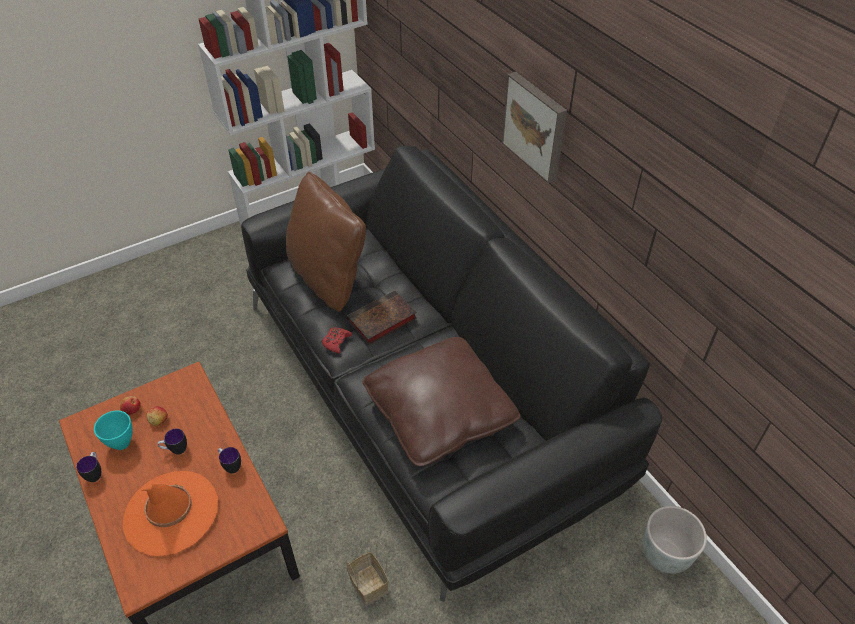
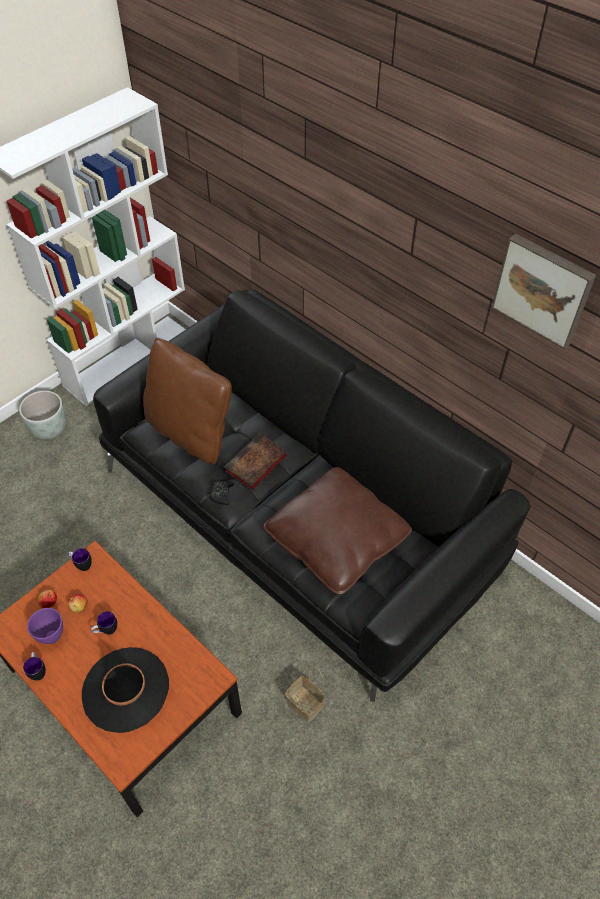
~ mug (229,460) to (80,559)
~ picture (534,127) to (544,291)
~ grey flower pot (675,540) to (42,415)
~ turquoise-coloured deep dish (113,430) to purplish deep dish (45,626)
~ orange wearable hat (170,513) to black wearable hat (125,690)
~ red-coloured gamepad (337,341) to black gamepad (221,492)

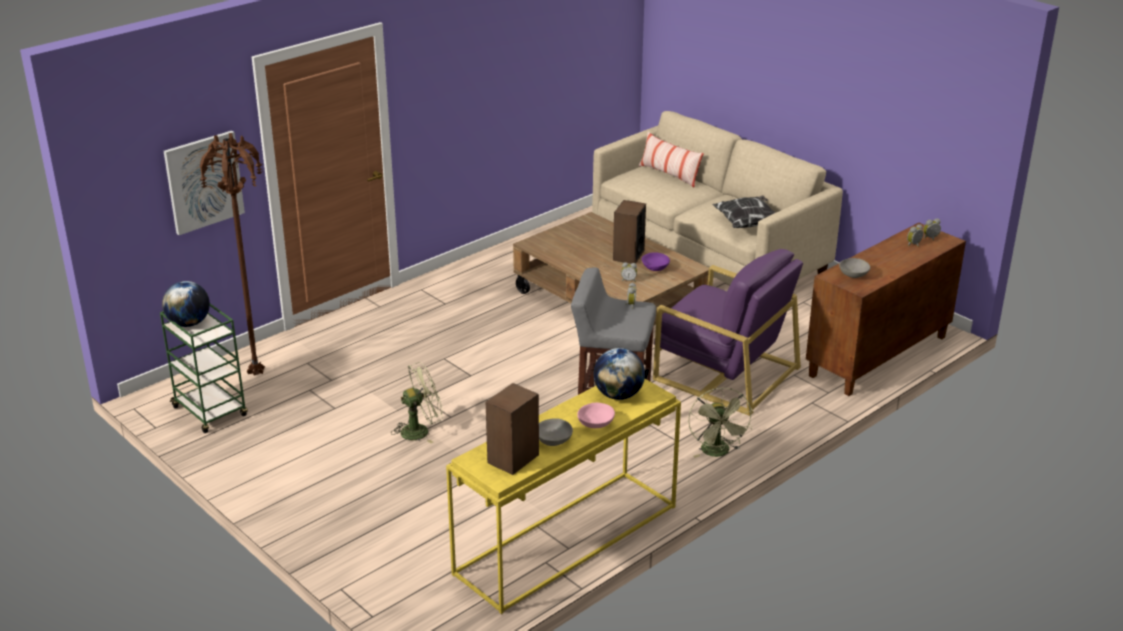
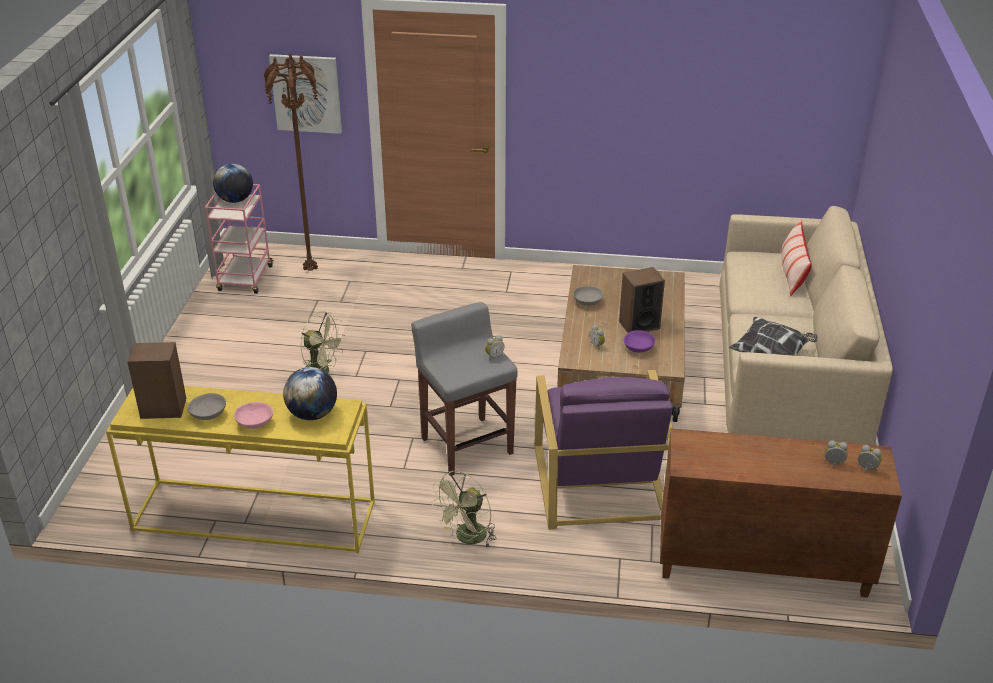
~ grey deep dish (854,268) to (588,296)
~ green wheeled cart (204,368) to pinkish wheeled cart (239,239)

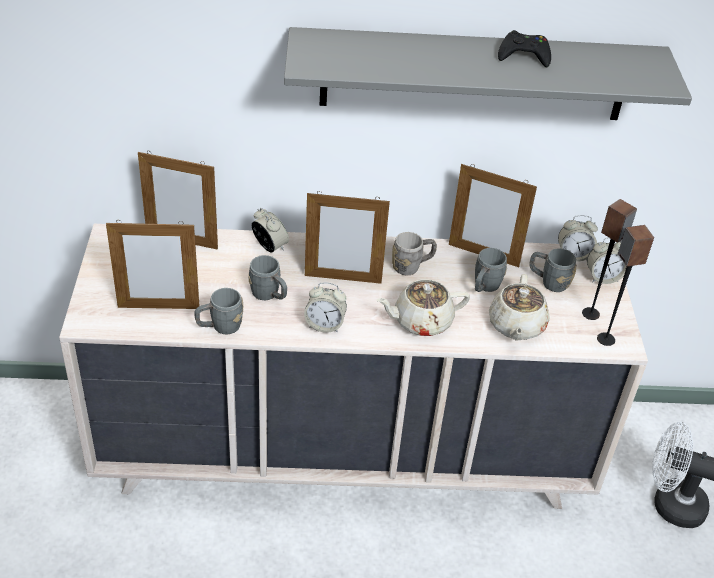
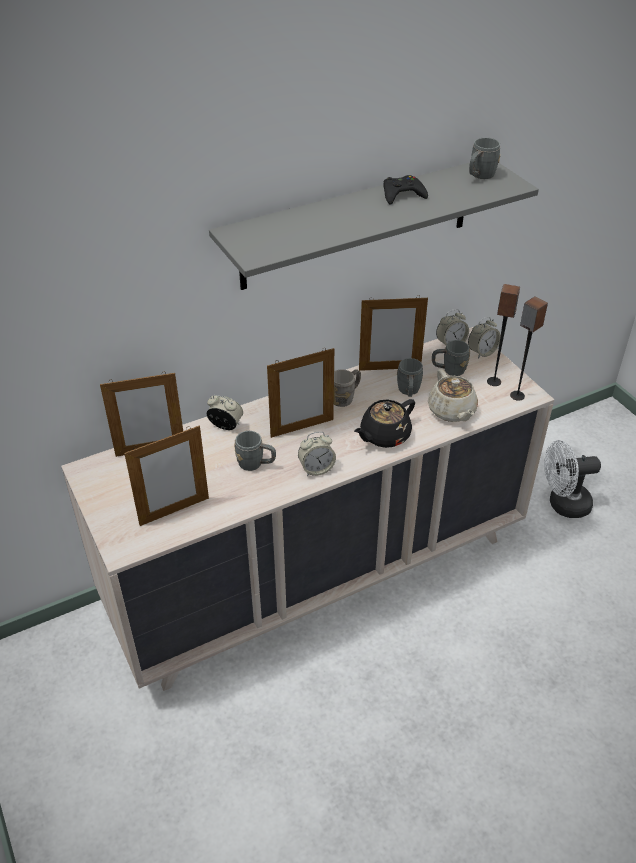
~ grey mug (218,311) to (485,158)
~ beige-coloured tea pot (423,307) to black tea pot (384,423)

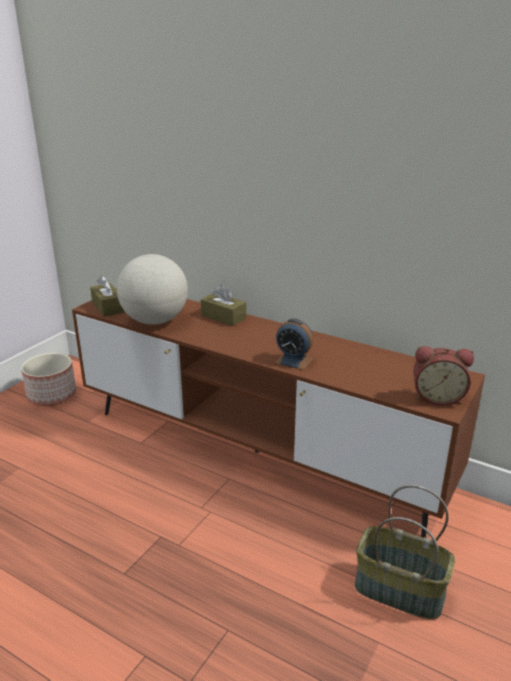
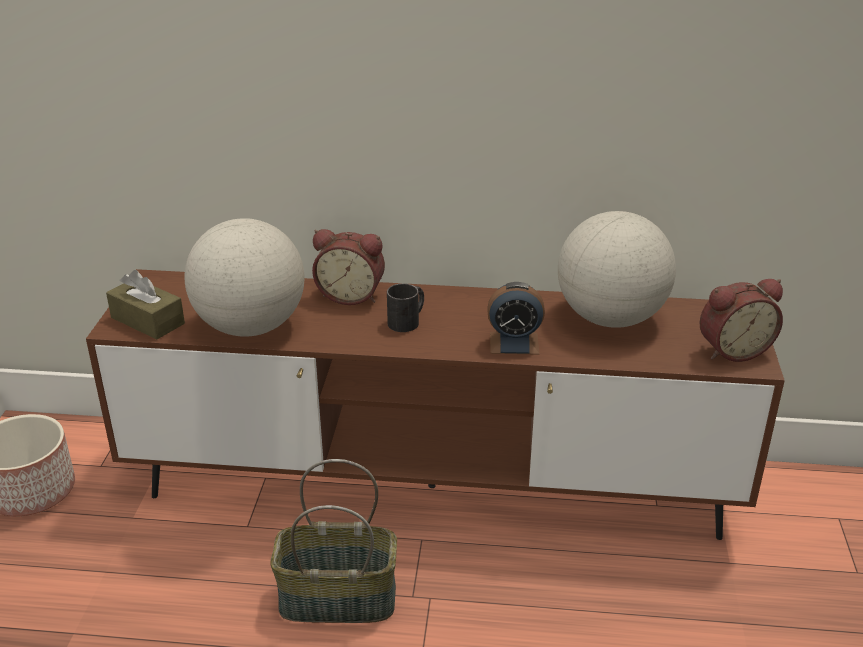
+ black mug (405,307)
+ desk globe (617,269)
~ household basket (405,552) to (333,541)
~ brown-coloured tissue holder (223,305) to bedside clock (348,267)

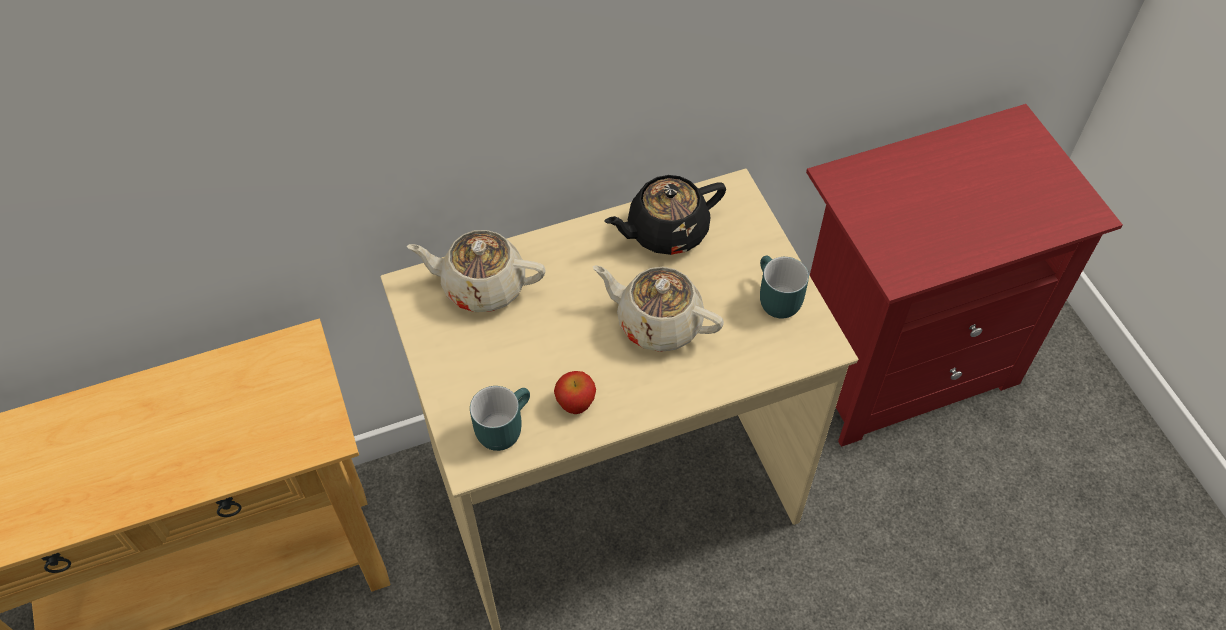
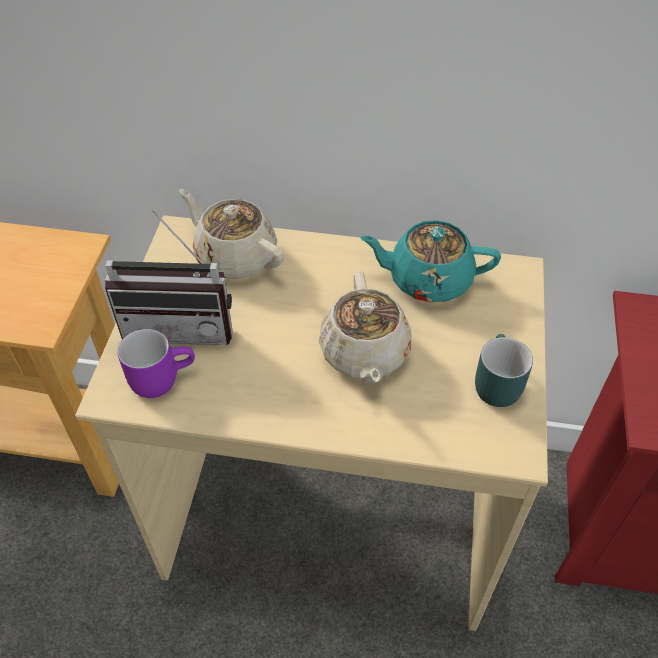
- apple (575,392)
+ radio set (169,277)
~ turquoise-coloured mug (500,418) to purplish mug (156,363)
~ black tea pot (665,215) to turquoise-coloured tea pot (430,261)
~ beige-coloured tea pot (658,308) = (365,327) 150 degrees counterclockwise

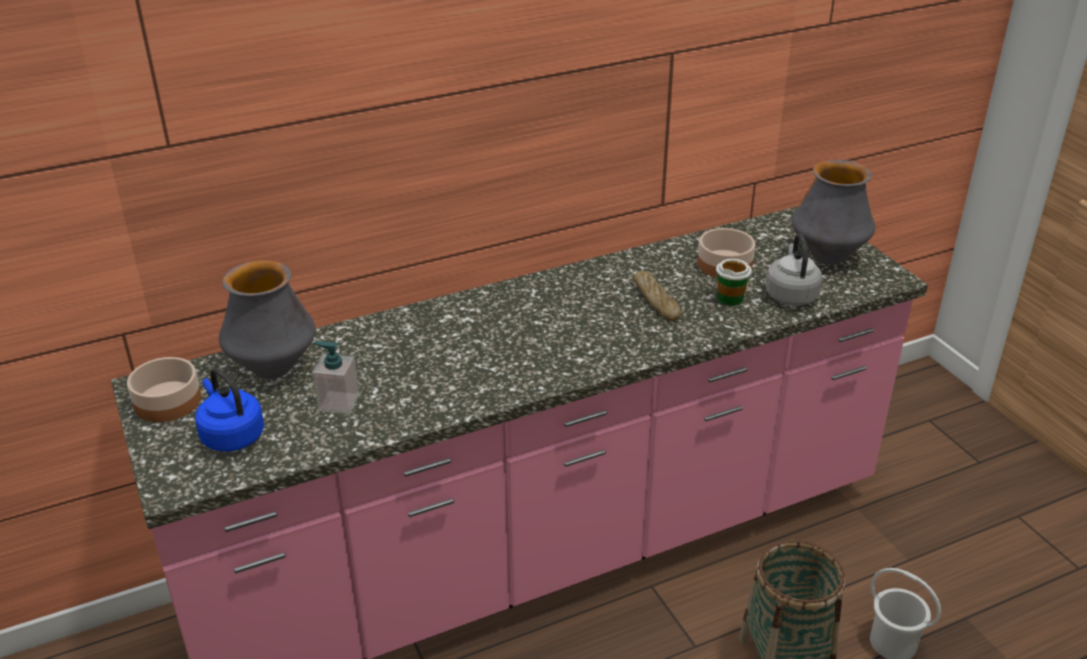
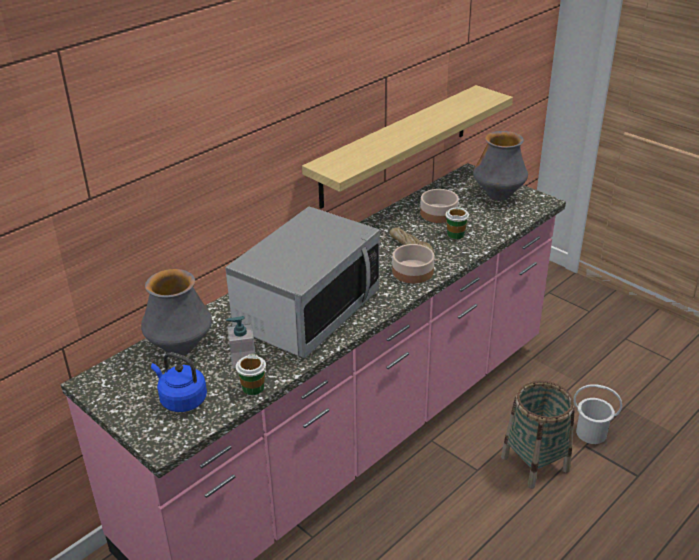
- grey tea kettle (794,270)
+ microwave (302,282)
+ small cup (251,374)
+ shelf (407,147)
~ deep dish (164,389) to (413,264)

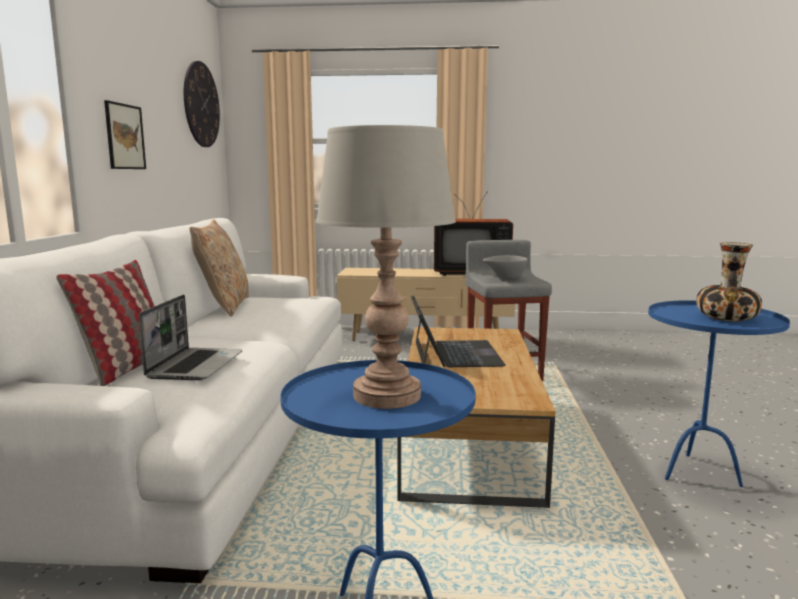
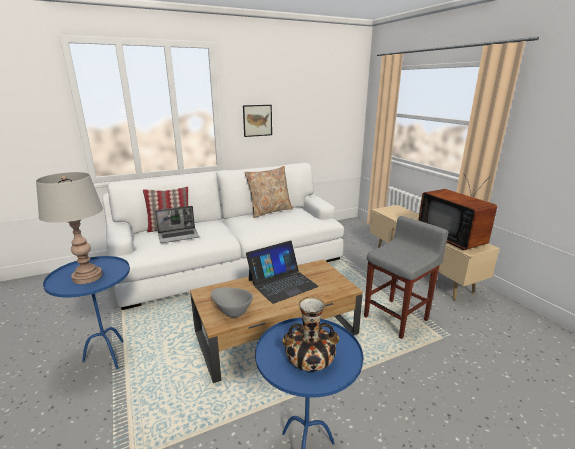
- hanging clock (202,104)
~ grey deep dish (505,267) to (232,302)

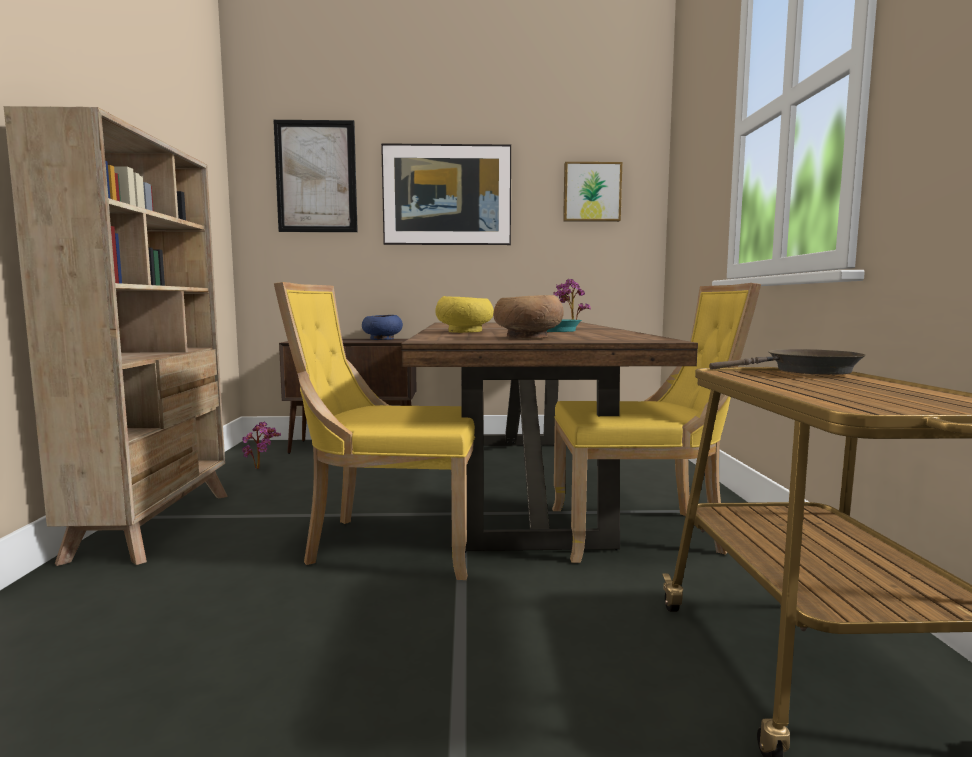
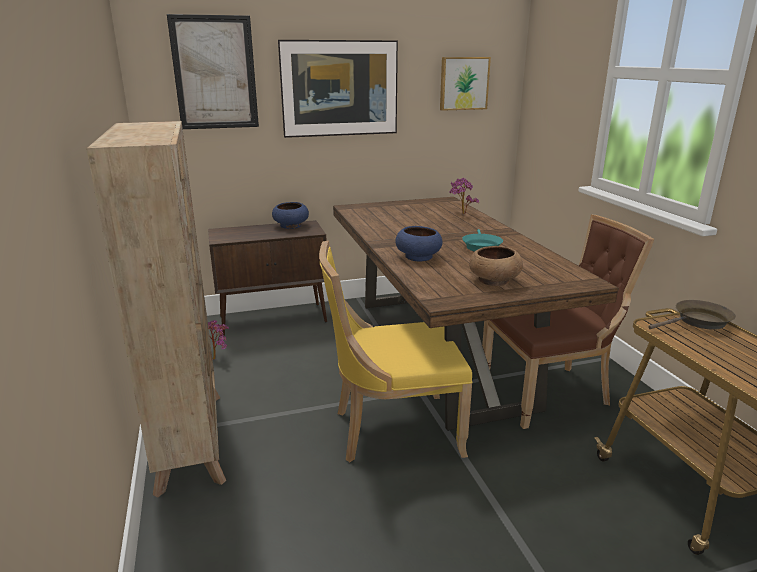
~ yellowish deep dish (464,314) to bluish deep dish (419,244)
~ yellowish plain chair (656,423) to brown-coloured plain chair (568,322)

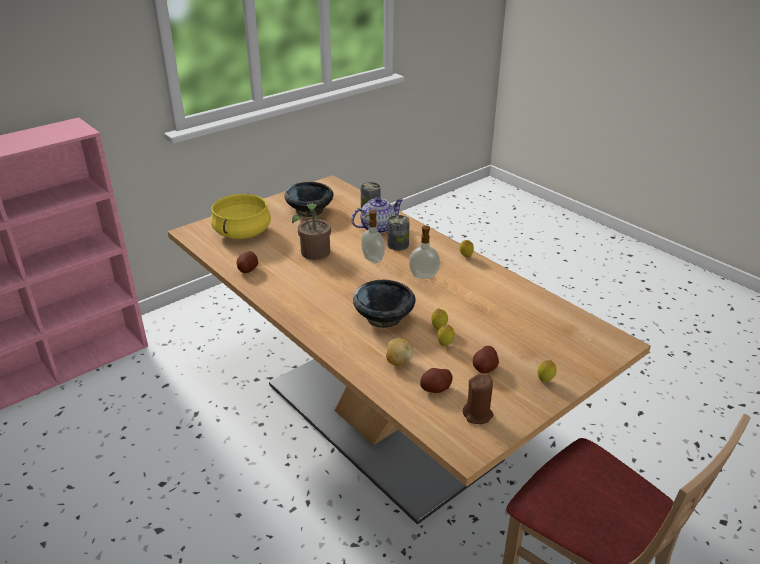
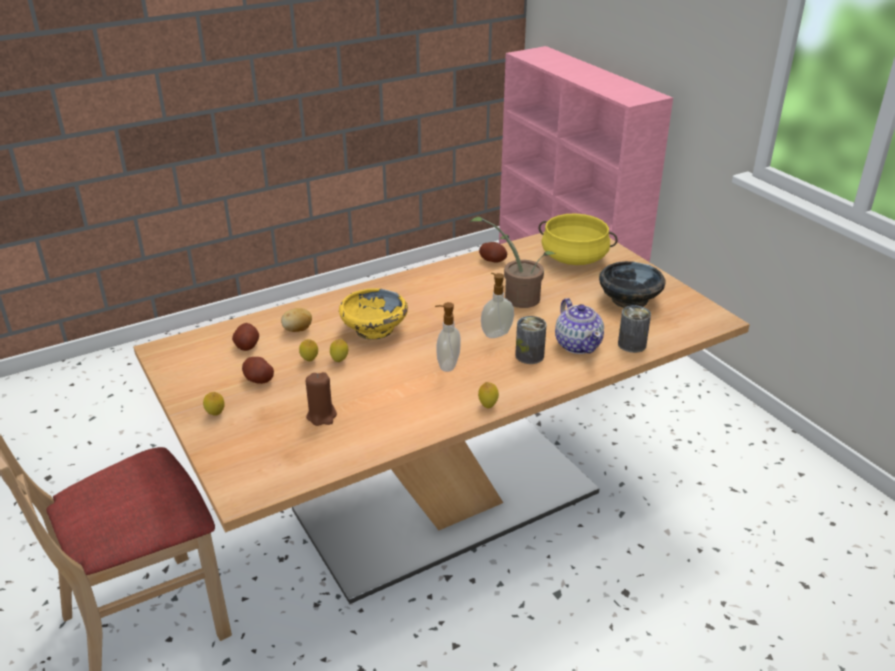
~ brown-coloured wax candle (478,399) to (321,399)
~ black deep dish (384,304) to yellowish deep dish (373,313)

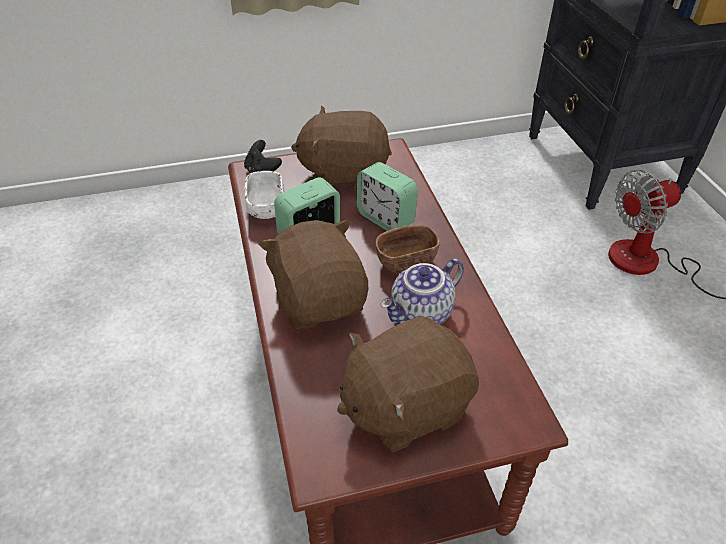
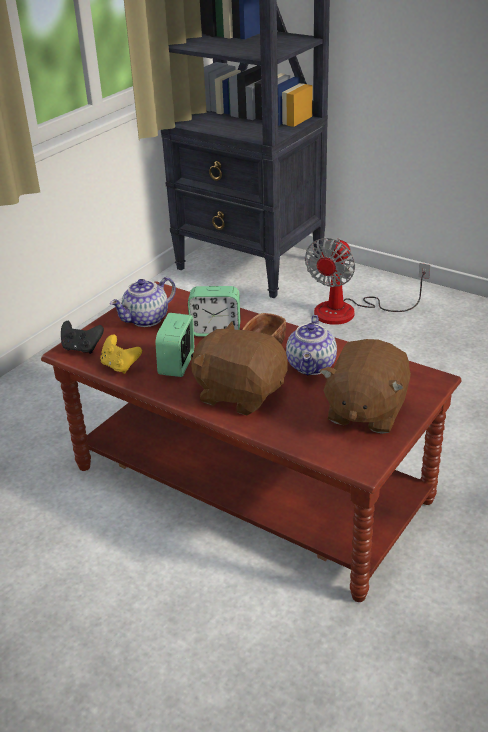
~ white deep dish (264,195) to yellowish gamepad (121,354)
~ brown-coloured soft toy (341,148) to tea pot (143,302)

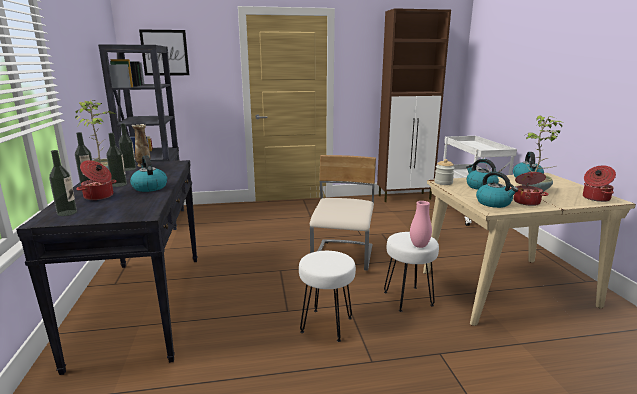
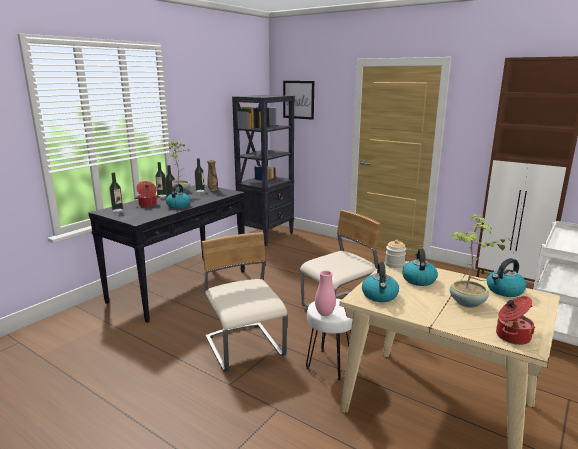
- saucepot (529,189)
~ white sitting stool (327,296) to beige-coloured plain chair (244,302)

